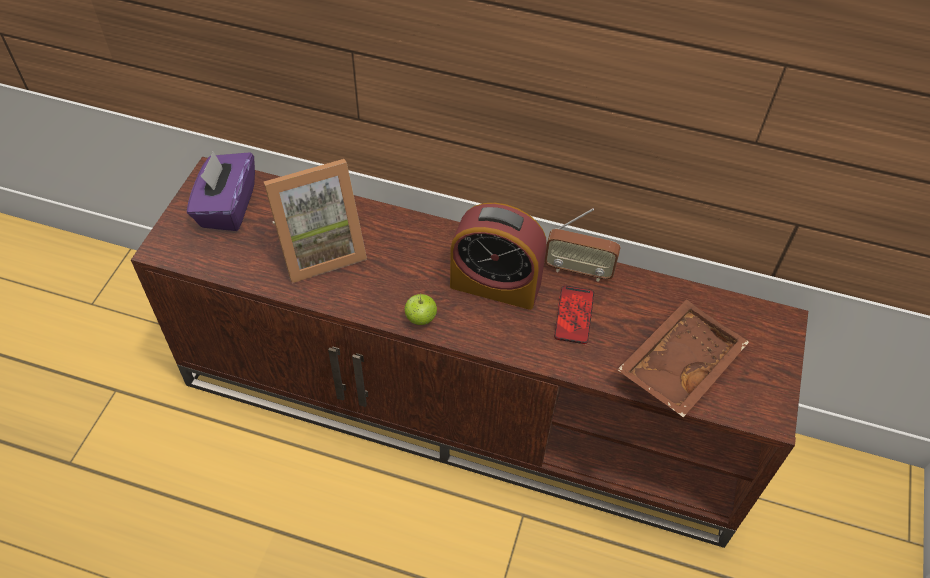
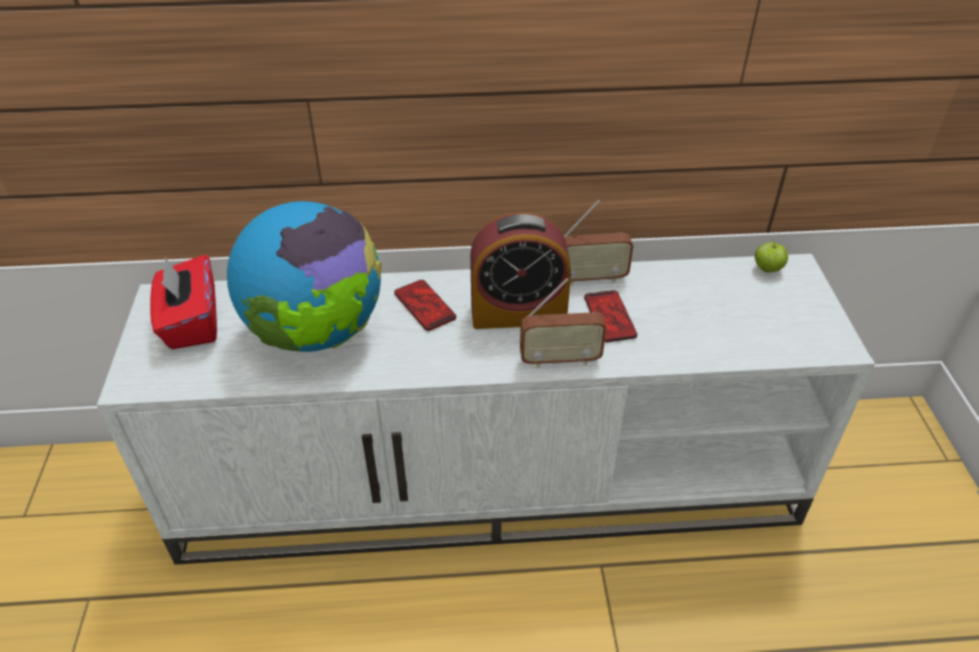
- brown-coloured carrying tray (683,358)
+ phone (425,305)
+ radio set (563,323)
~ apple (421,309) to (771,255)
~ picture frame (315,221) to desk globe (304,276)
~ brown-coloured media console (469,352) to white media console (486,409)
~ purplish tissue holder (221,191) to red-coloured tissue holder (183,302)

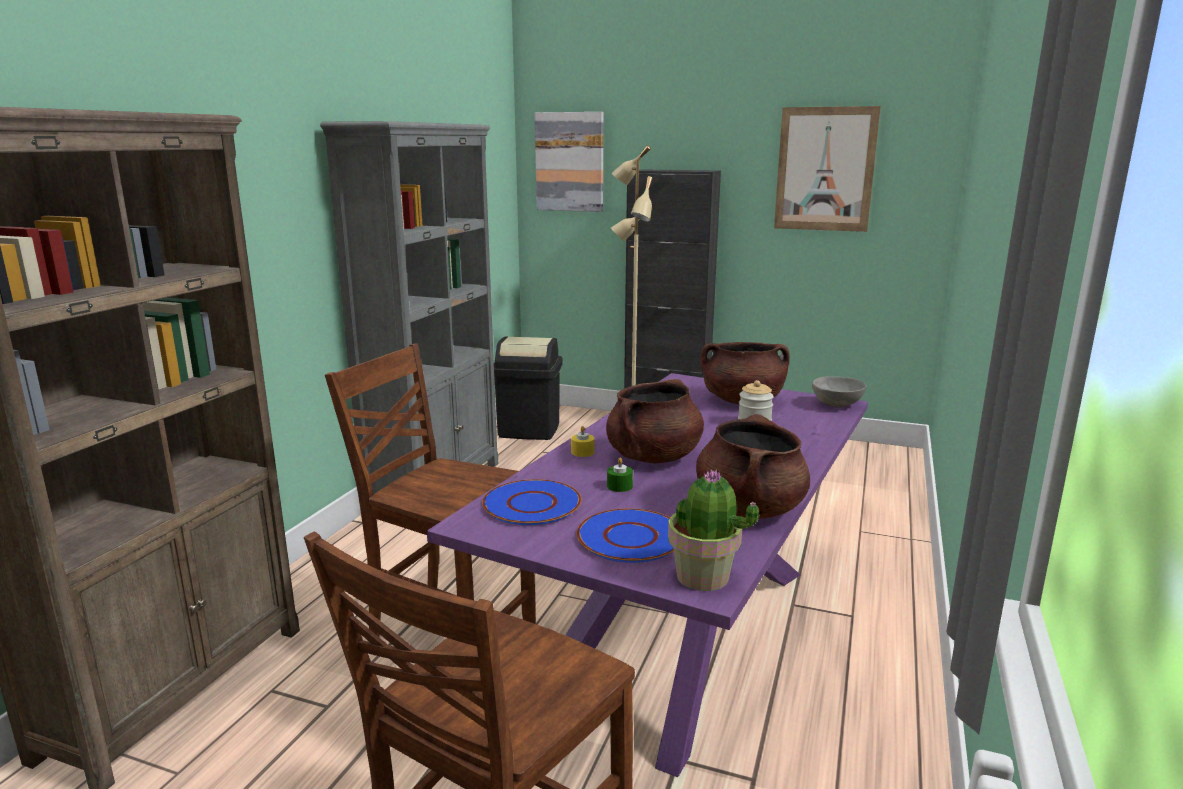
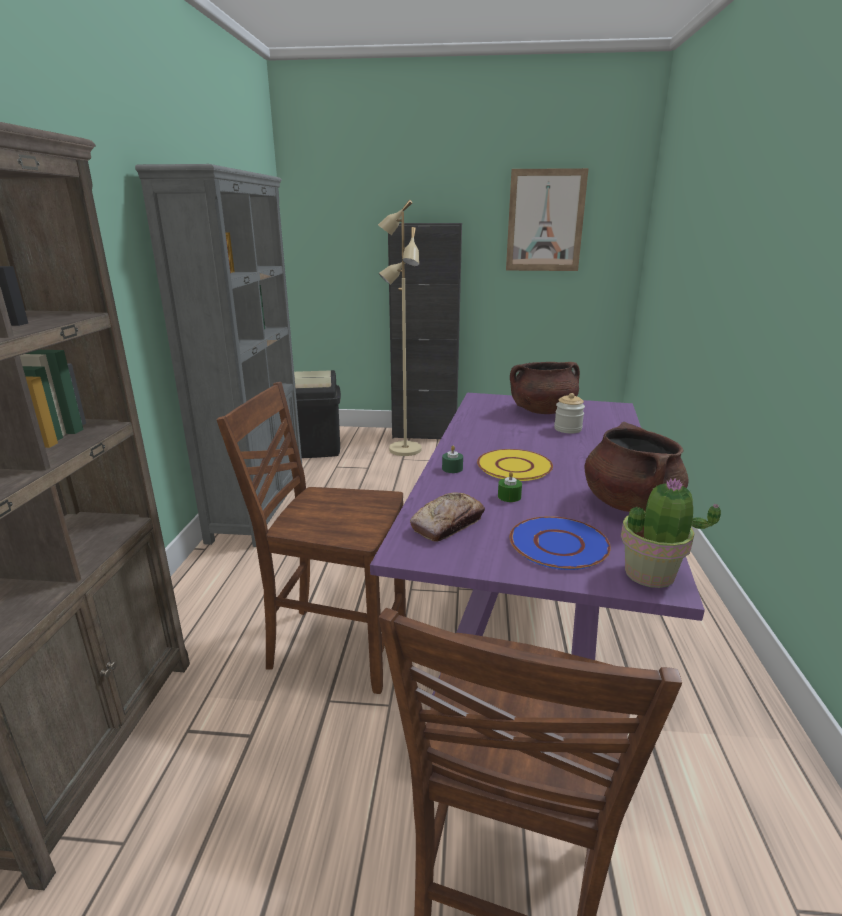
- picture (569,162)
- grey deep dish (839,392)
~ bluish dinner plate (532,502) to bread (447,517)
~ brown-coloured saucepot (655,421) to yellowish dinner plate (515,465)
~ yellowish wax candle (583,441) to green wax candle (452,459)

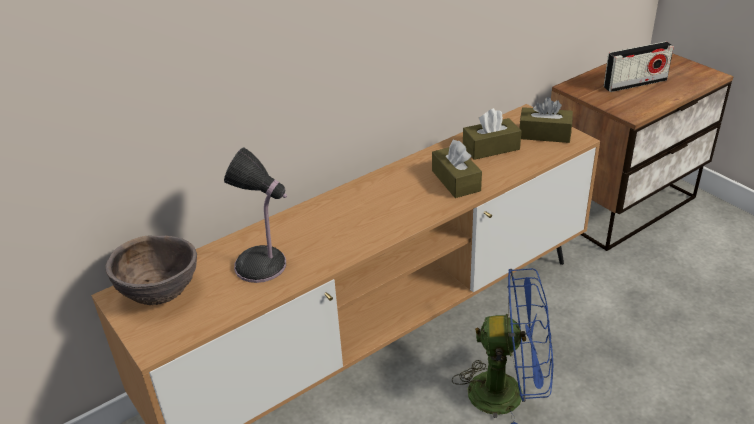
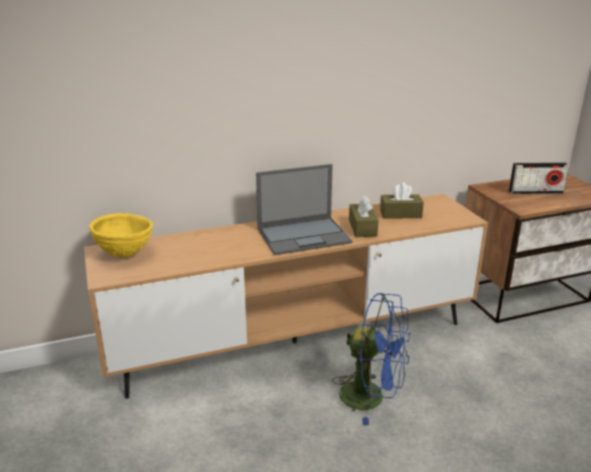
- tabletop lamp (255,215)
- brown-coloured tissue holder (546,120)
+ laptop (304,209)
~ brown-coloured deep dish (151,270) to yellowish deep dish (121,235)

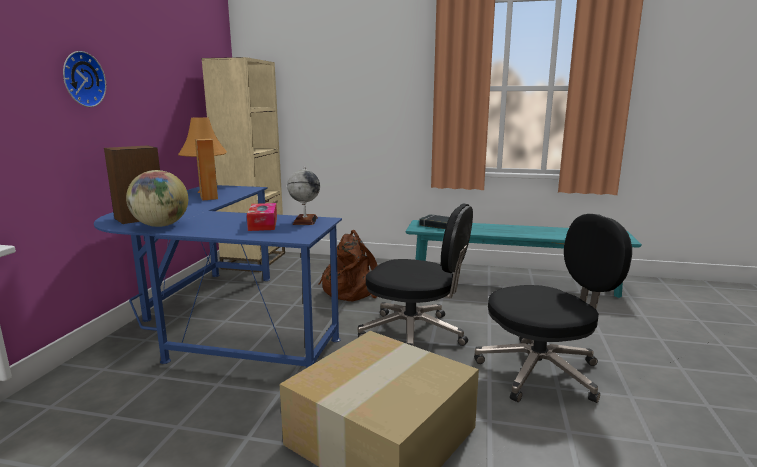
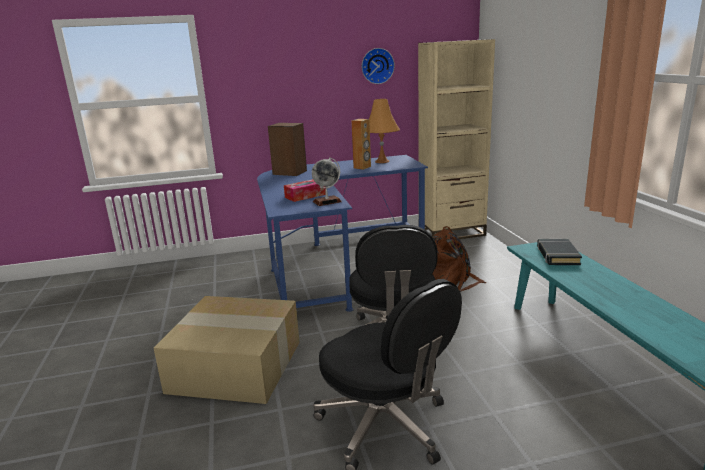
- desk globe (157,198)
~ hanging clock (84,79) to (378,66)

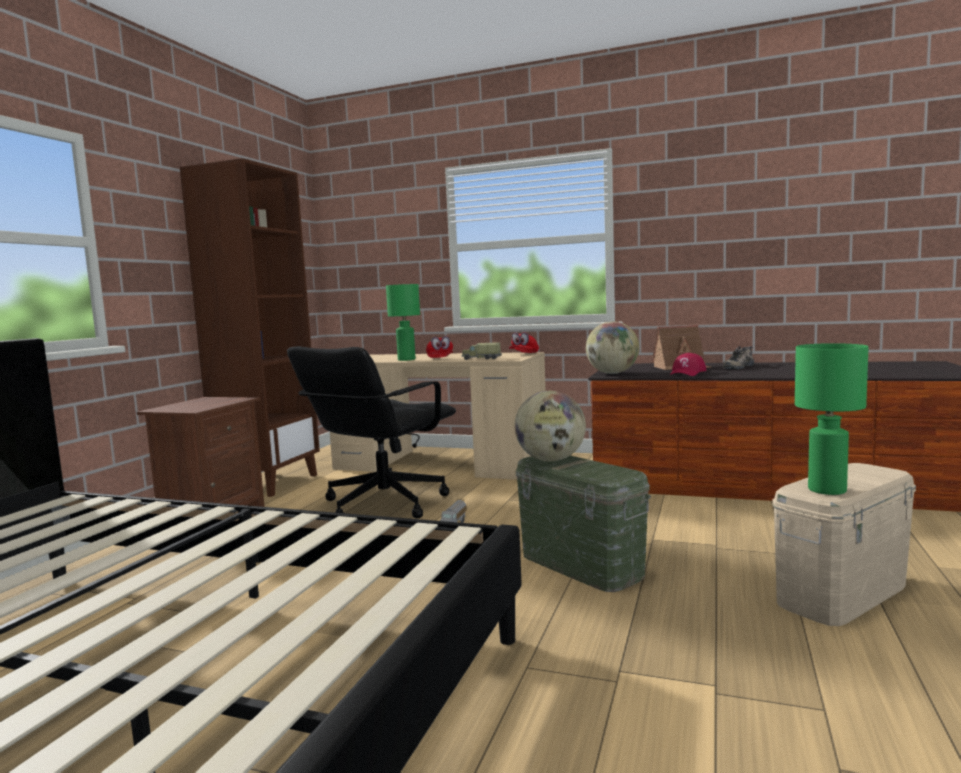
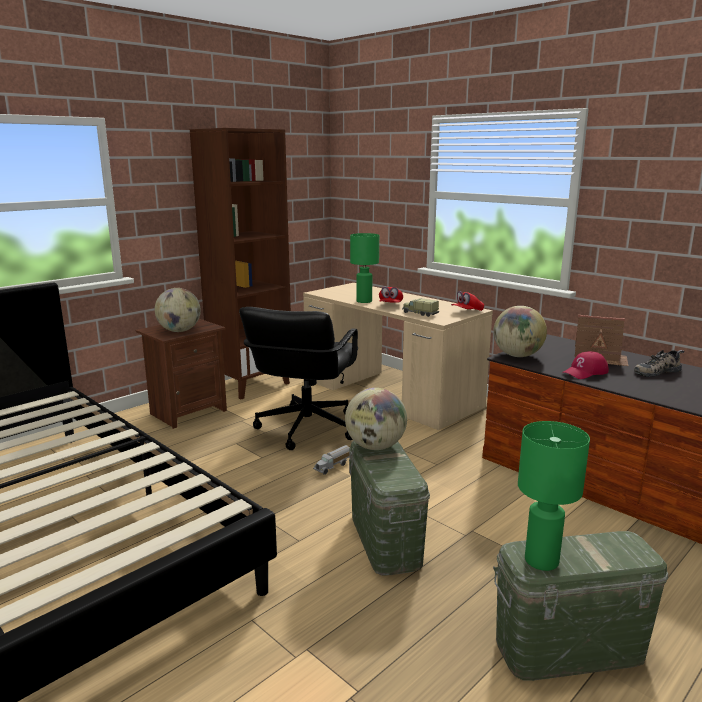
+ desk globe (178,310)
~ beige-coloured storage box (844,544) to green storage box (580,606)
~ black desk chair (371,432) = (298,378) 45 degrees counterclockwise

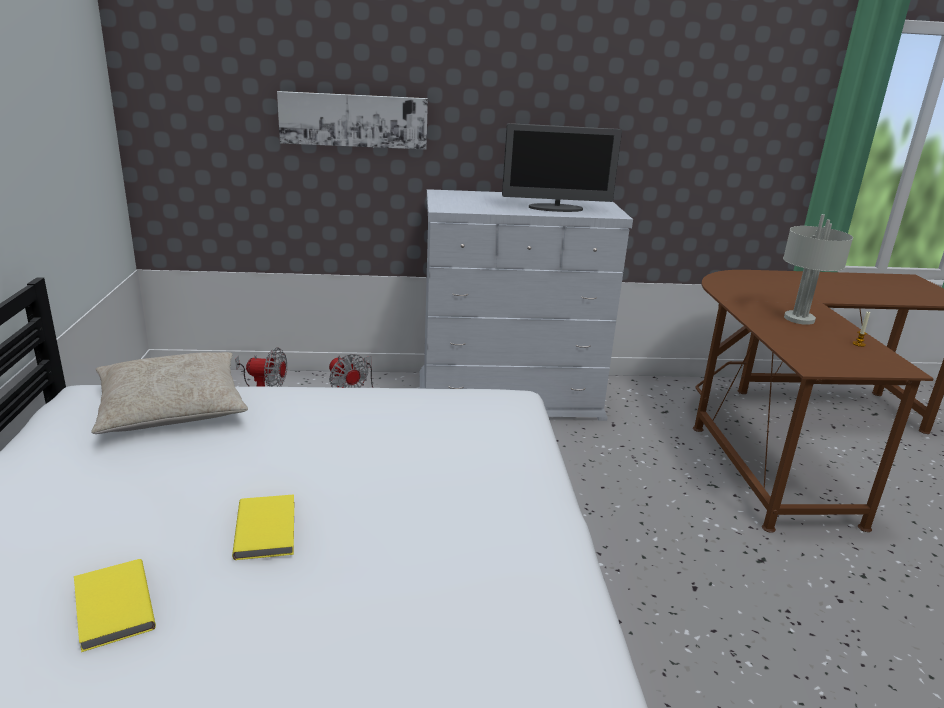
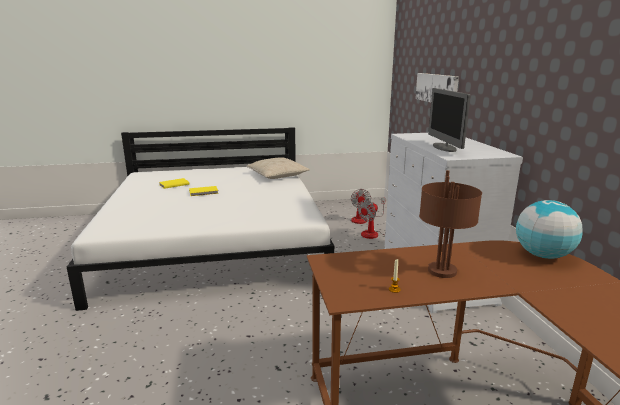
+ desk globe (549,229)
~ grey tabletop lamp (818,269) to brown-coloured tabletop lamp (450,224)

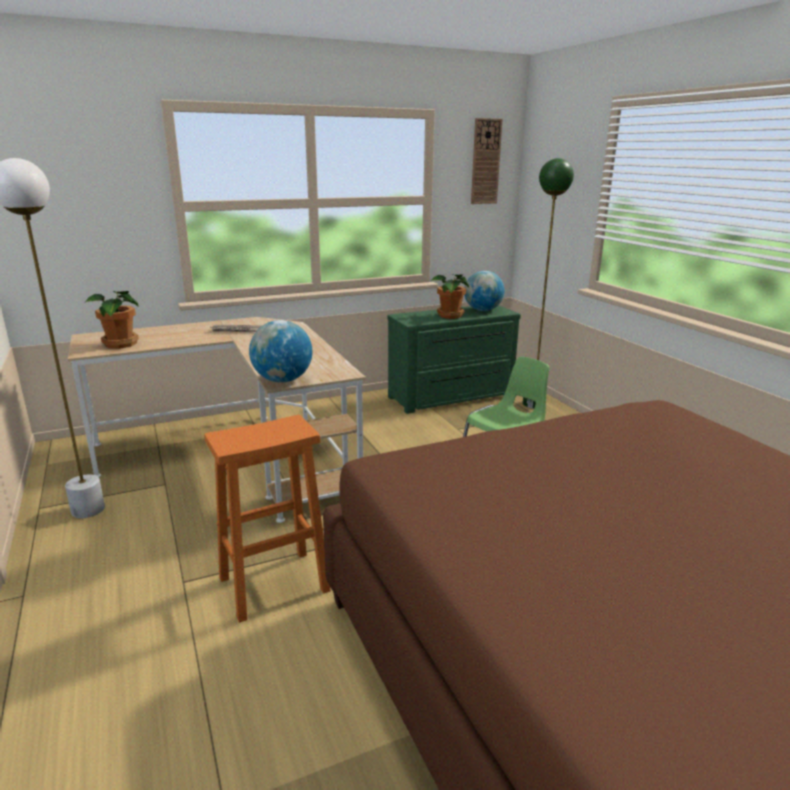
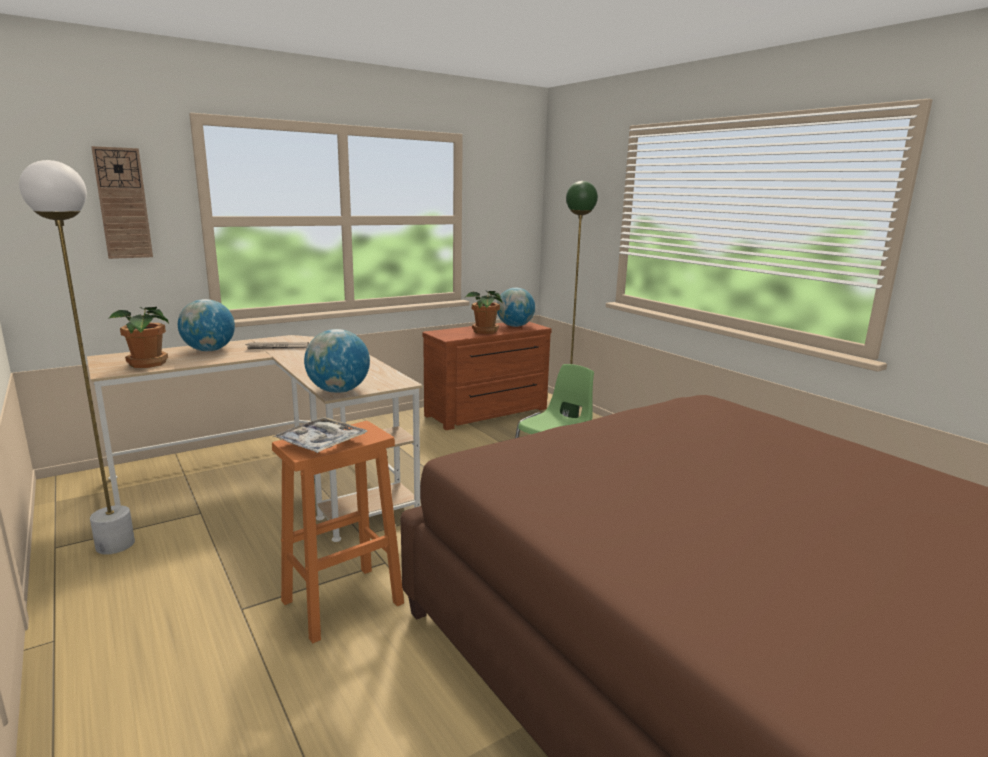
+ desk globe (206,325)
+ carrying tray (320,435)
~ hanging clock (487,161) to (122,202)
~ green chest of drawers (454,359) to brown-coloured chest of drawers (487,376)

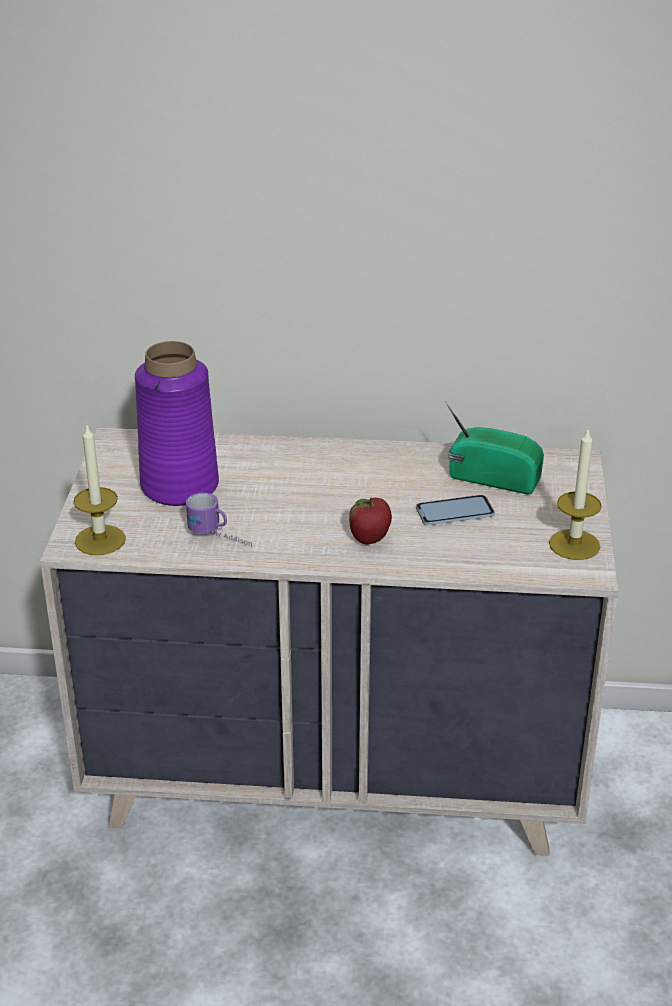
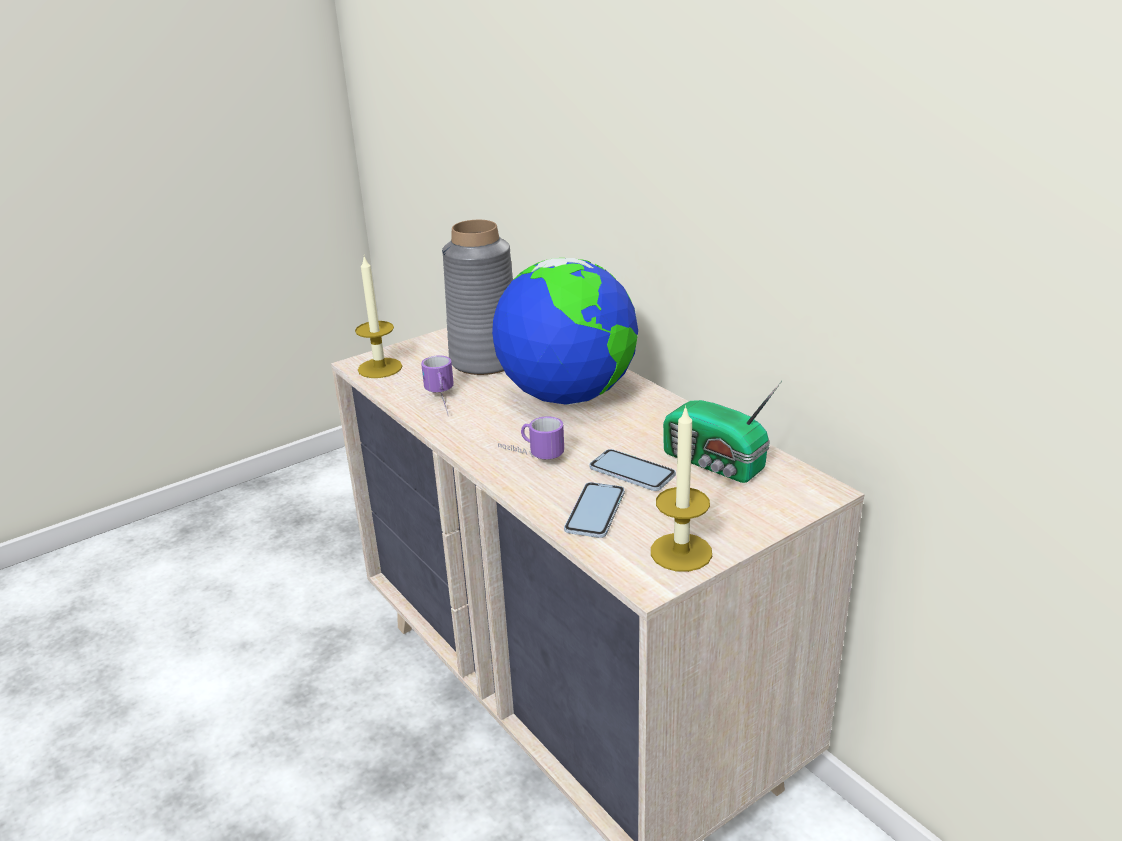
+ desk globe (565,331)
+ phone (594,510)
~ apple (370,520) to mug (531,438)
~ purplish flower vase (177,423) to grey flower vase (477,297)
~ radio set (494,447) = (722,432) 150 degrees clockwise

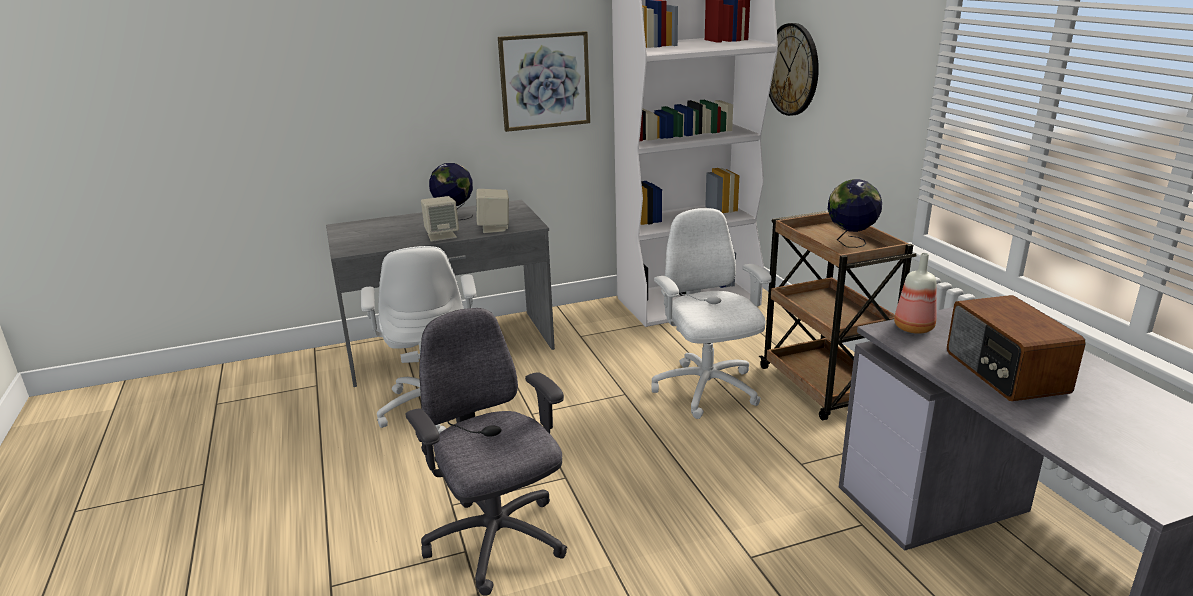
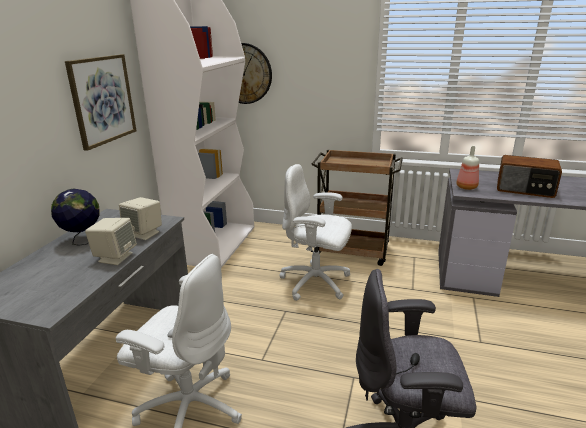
- desk globe (855,213)

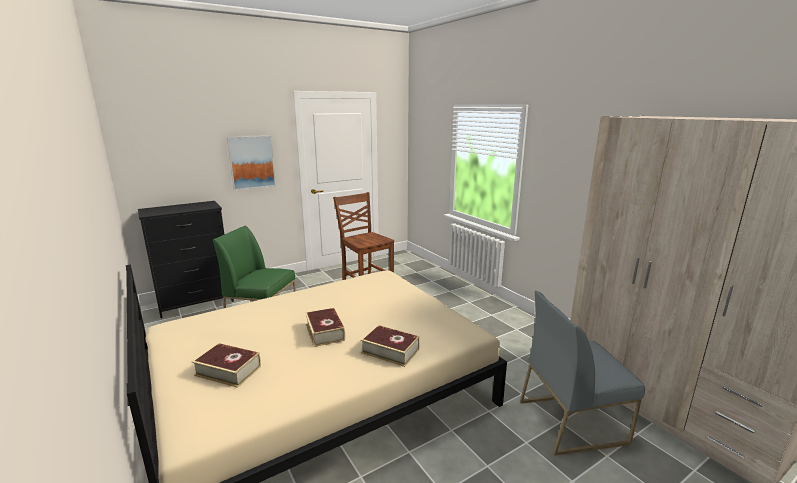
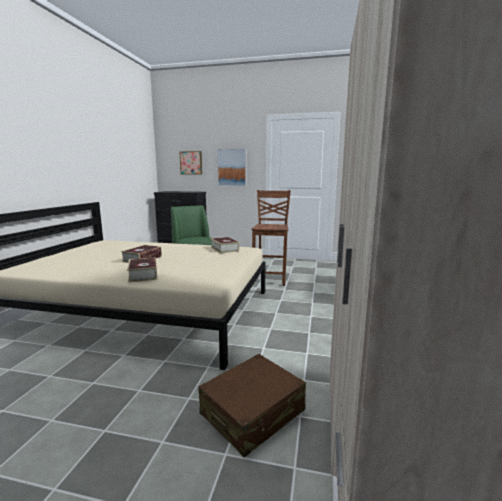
+ picture (190,162)
~ volume (226,365) to (224,245)
~ grey plain chair (582,373) to brown-coloured piece of luggage (252,405)

